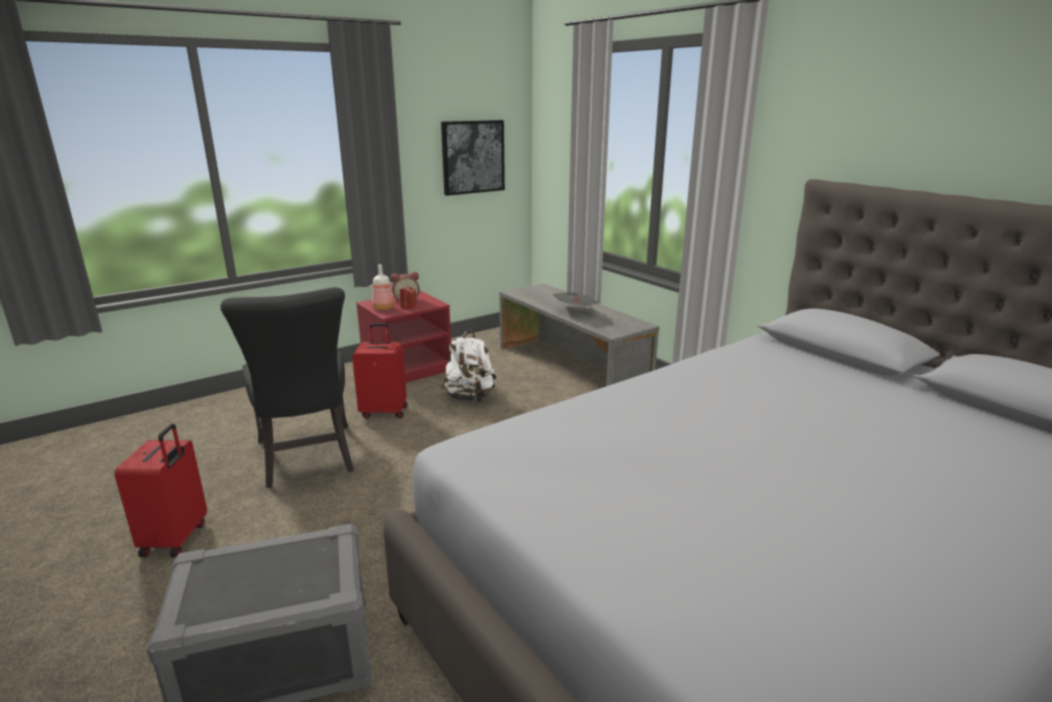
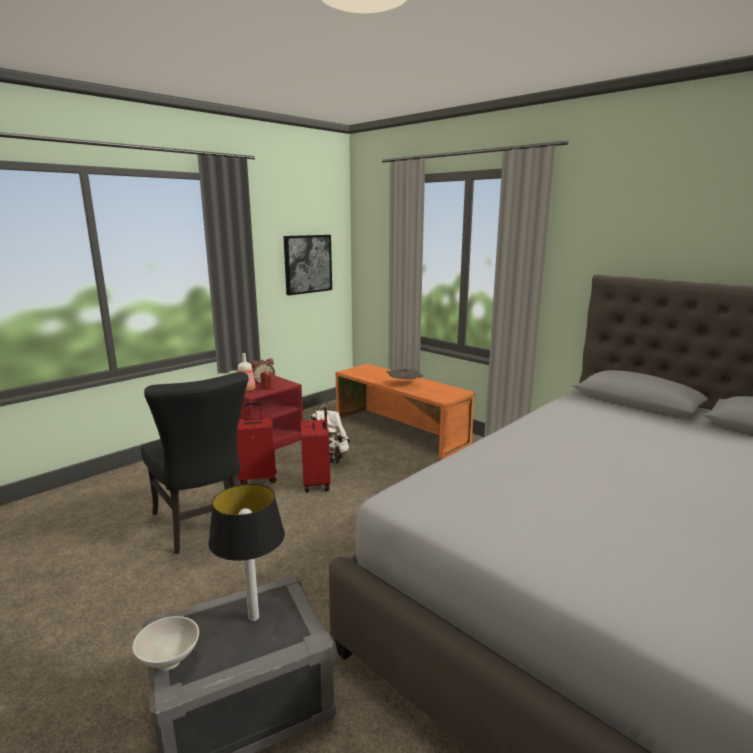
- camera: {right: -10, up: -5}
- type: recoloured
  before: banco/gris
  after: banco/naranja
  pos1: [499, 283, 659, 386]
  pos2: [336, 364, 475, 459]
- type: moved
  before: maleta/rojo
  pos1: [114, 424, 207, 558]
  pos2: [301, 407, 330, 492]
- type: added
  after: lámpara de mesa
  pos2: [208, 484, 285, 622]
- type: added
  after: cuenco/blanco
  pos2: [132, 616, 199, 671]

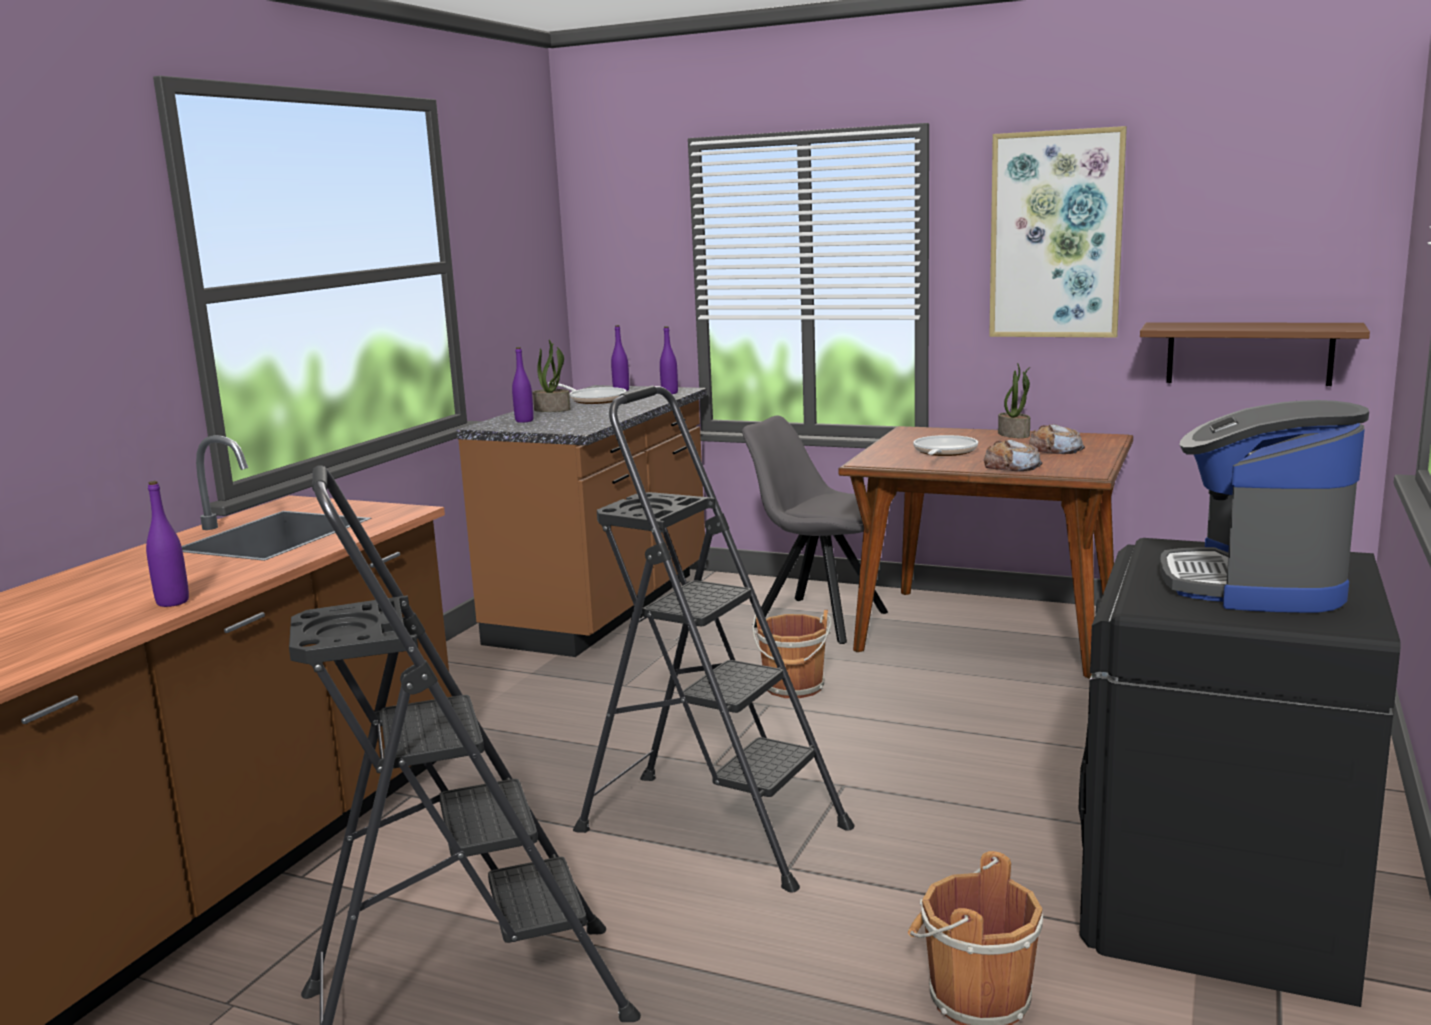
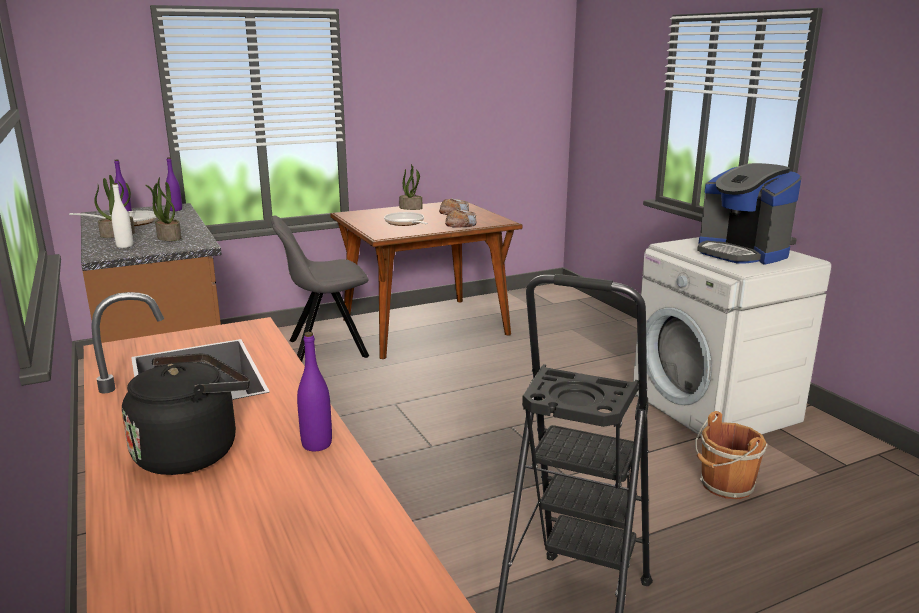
- camera: {right: -50, up: 5}
- type: removed
  before: cuadro
  pos1: [989, 126, 1127, 338]
- type: removed
  before: estante/marrón
  pos1: [1140, 322, 1370, 386]
- type: recoloured
  before: botella/morado
  after: botella/blanco
  pos1: [512, 347, 534, 423]
  pos2: [112, 183, 133, 248]
- type: removed
  before: escalera de tijera
  pos1: [573, 386, 855, 893]
- type: recoloured
  before: lavadora/negro
  after: lavadora/blanco
  pos1: [1079, 538, 1400, 1007]
  pos2: [633, 237, 831, 436]
- type: removed
  before: cubo/marrón
  pos1: [752, 610, 832, 698]
- type: added
  after: planta en maceta
  pos2: [146, 177, 182, 241]
- type: added
  after: hervidor/negro
  pos2: [122, 353, 250, 475]

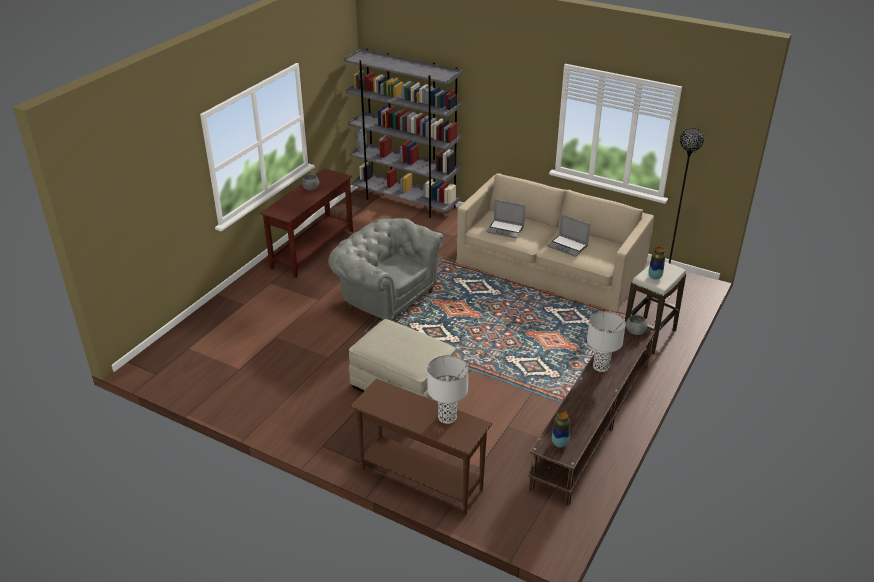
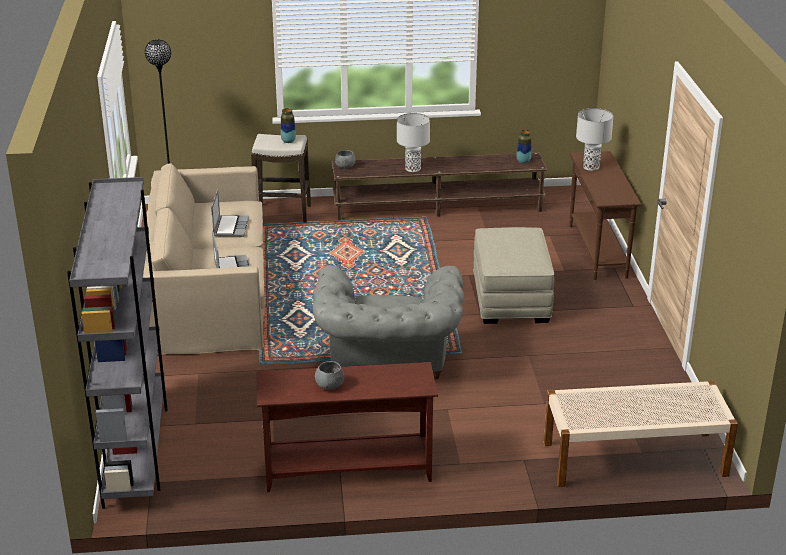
- camera: {right: -125, up: -5}
- type: added
  after: banco/beis
  pos2: [544, 381, 738, 487]

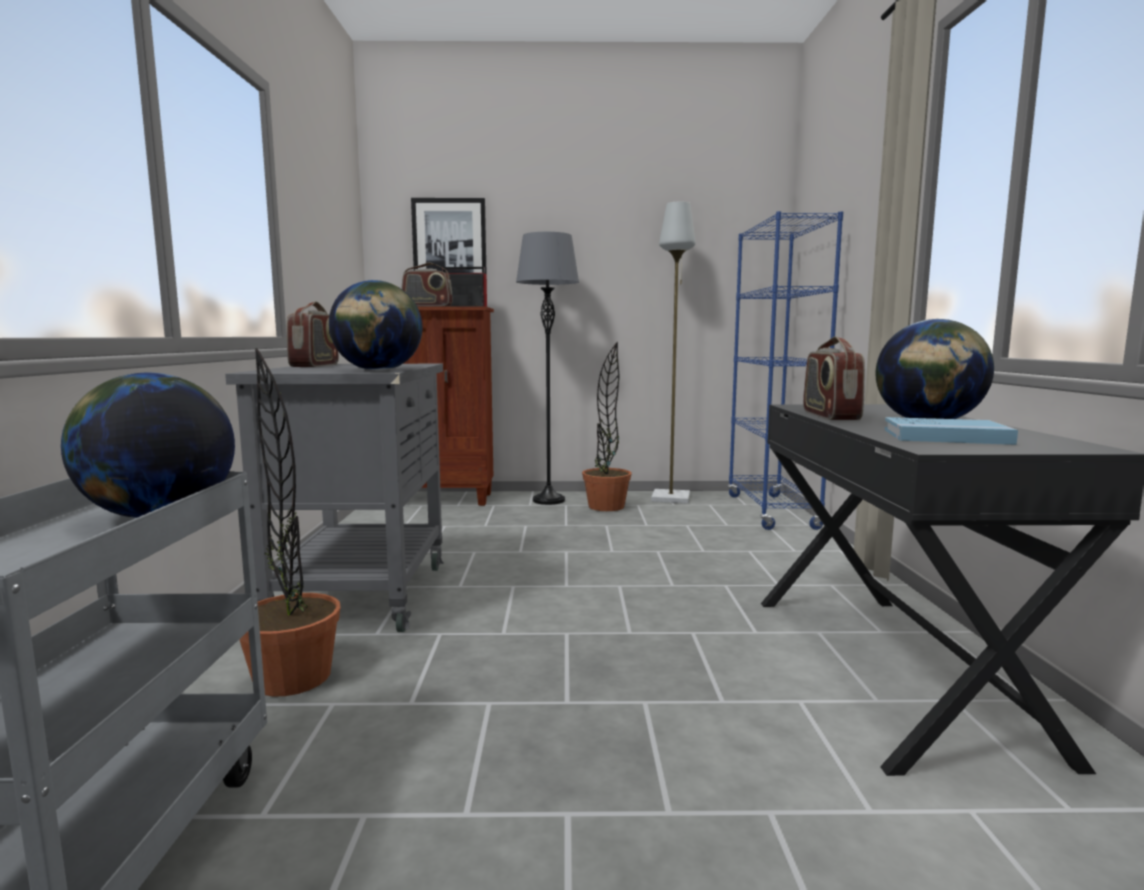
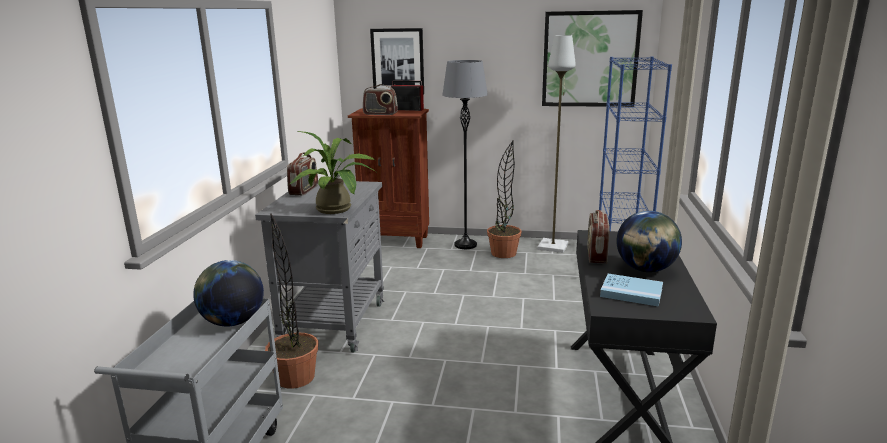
- camera: {right: 10, up: 10}
- type: replaced
  before: globo terráqueo
  after: planta en maceta
  pos1: [329, 280, 422, 371]
  pos2: [288, 131, 376, 214]
- type: added
  after: cuadro
  pos2: [542, 10, 643, 107]

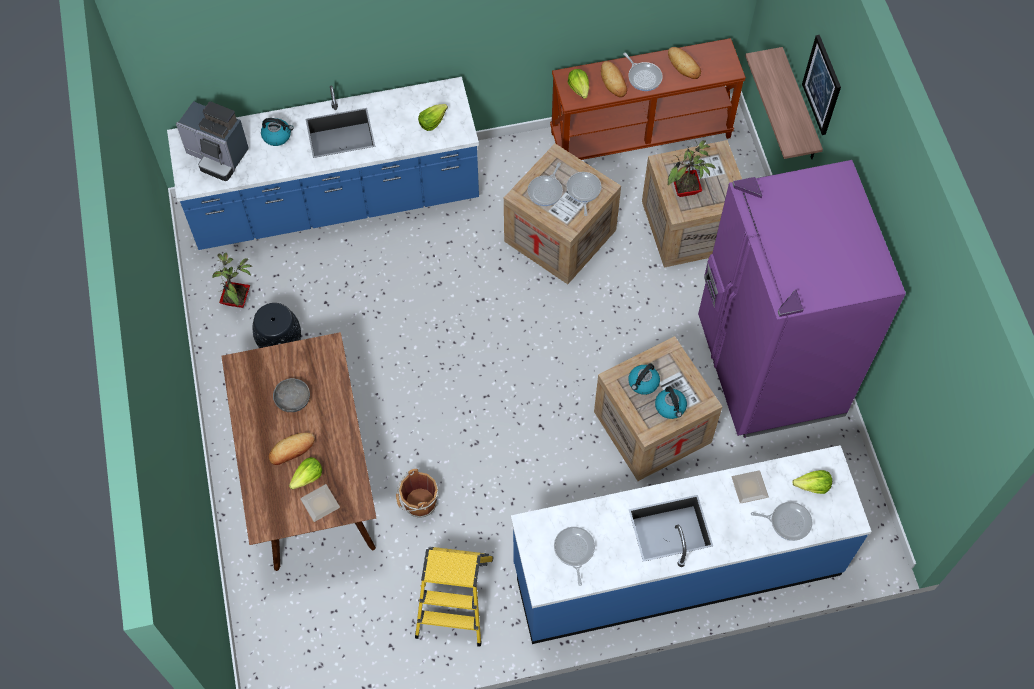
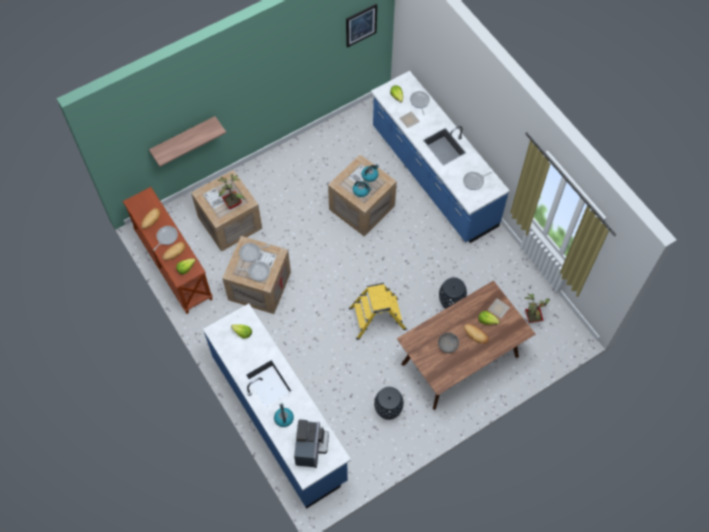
- camera: {right: -110, up: 0}
- type: moved
  before: cuadro
  pos1: [802, 35, 841, 135]
  pos2: [346, 4, 377, 48]
- type: removed
  before: nevera/morado
  pos1: [698, 160, 906, 438]
- type: moved
  before: planta en maceta
  pos1: [212, 253, 253, 308]
  pos2: [524, 294, 550, 323]
- type: replaced
  before: cubo/marrón
  after: taburete/negro
  pos1: [396, 469, 439, 518]
  pos2: [439, 277, 467, 309]
- type: moved
  before: escalera de tijera/amarillo
  pos1: [415, 547, 493, 647]
  pos2: [349, 283, 407, 340]

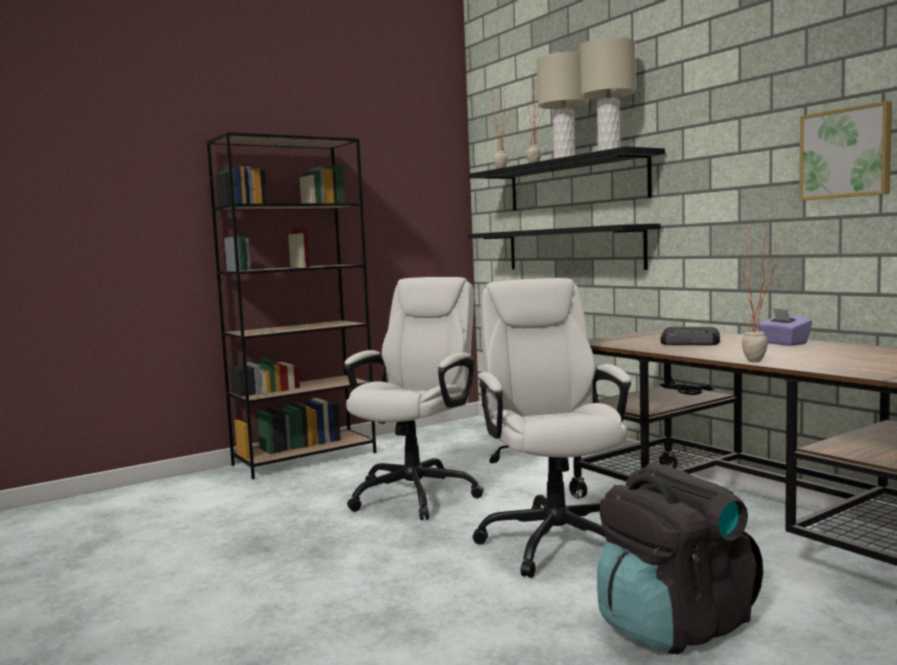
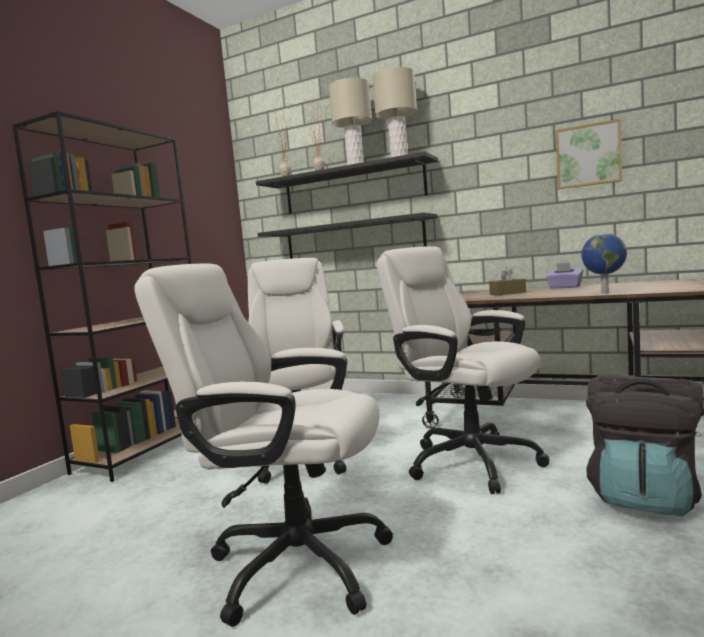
- camera: {right: -30, up: 0}
- type: replaced
  before: planta en maceta
  after: globo terráqueo
  pos1: [742, 212, 783, 362]
  pos2: [581, 233, 627, 294]
- type: replaced
  before: radio
  after: caja de pañuelos/marrón
  pos1: [660, 327, 721, 345]
  pos2: [489, 267, 526, 296]
- type: added
  after: silla de oficina/blanco
  pos2: [134, 263, 393, 627]

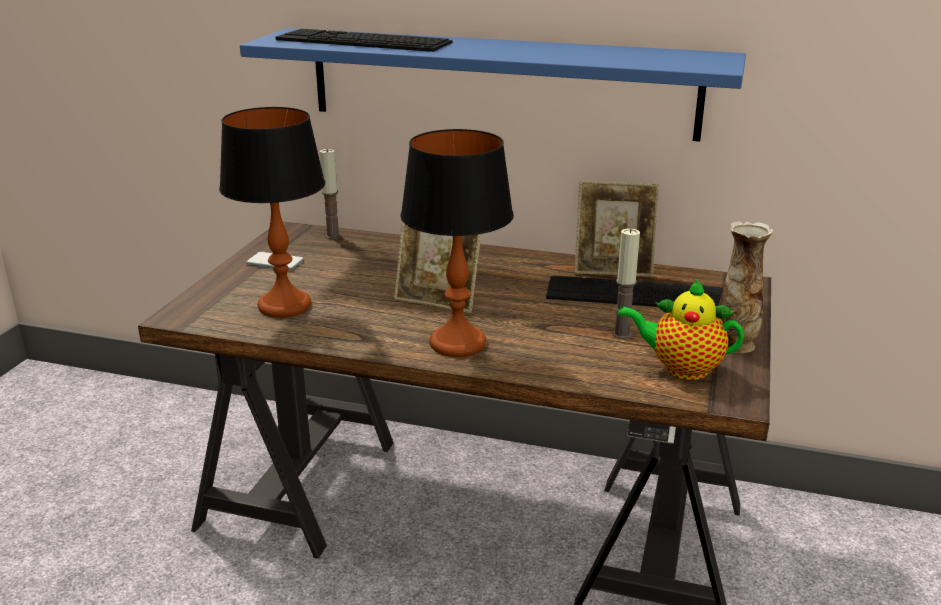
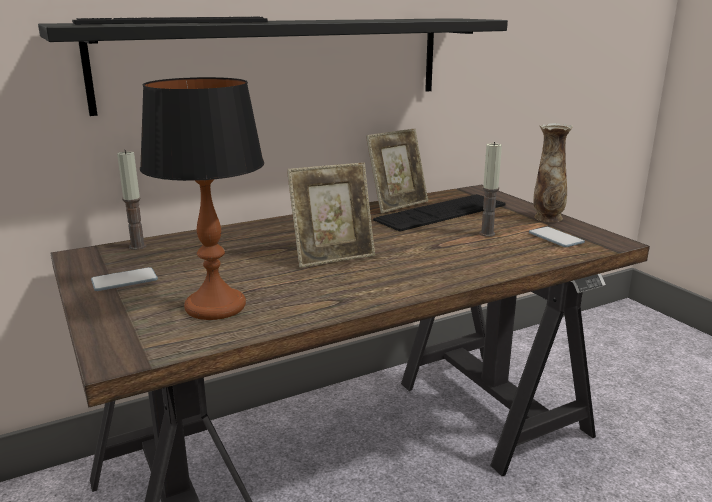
- camera: {right: -45, up: -5}
- type: recoloured
  before: estante/azul
  after: estante/negro
  pos1: [240, 28, 746, 142]
  pos2: [38, 18, 508, 116]
- type: removed
  before: lámpara de mesa
  pos1: [400, 129, 514, 357]
- type: replaced
  before: tetera
  after: móvil
  pos1: [618, 279, 744, 380]
  pos2: [529, 227, 585, 247]

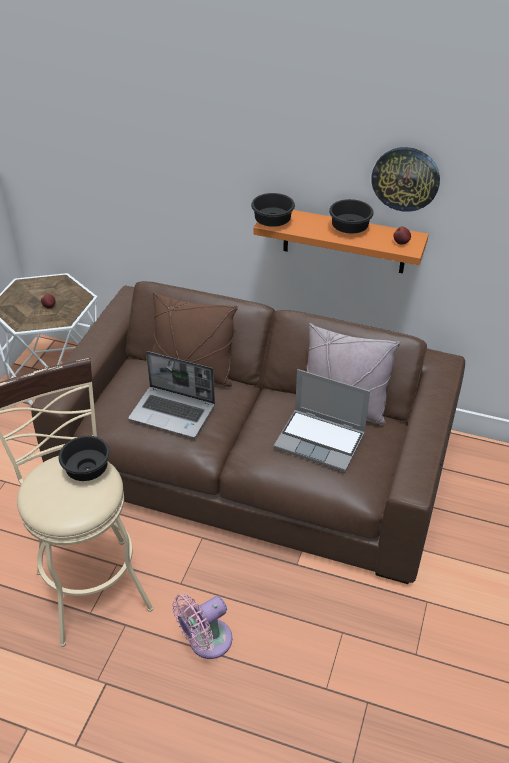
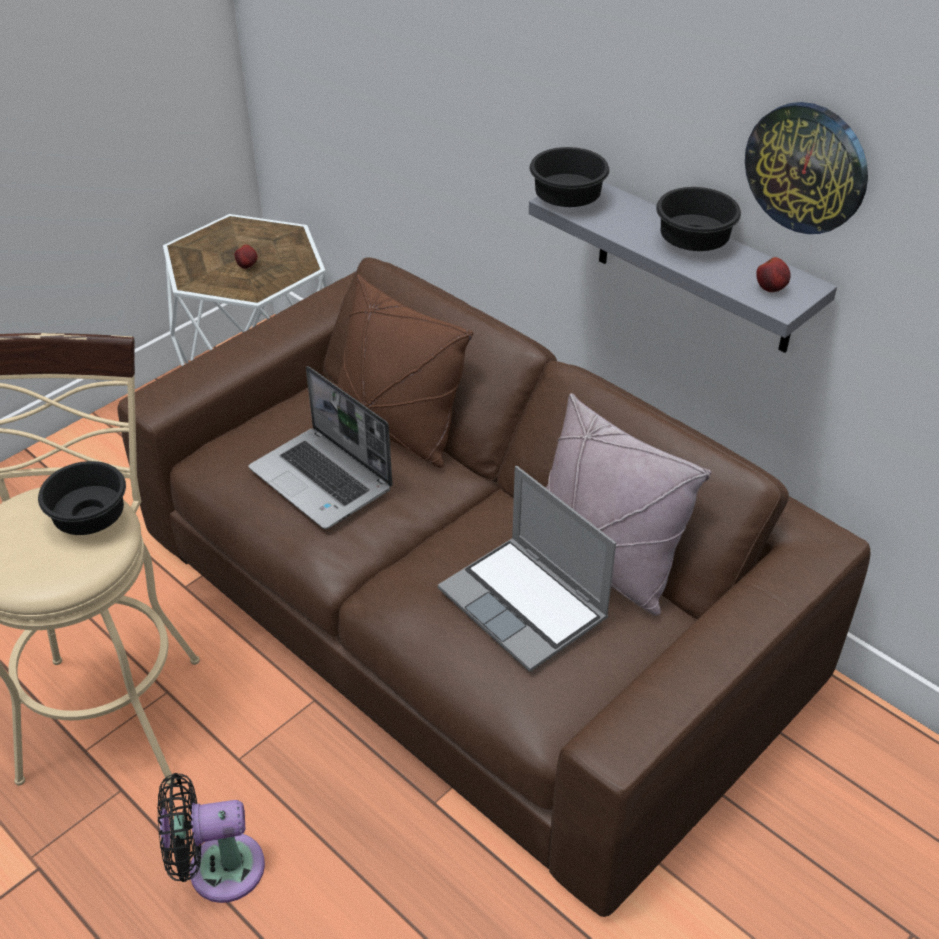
- camera: {right: 25, up: 0}
- type: recoloured
  before: estante/naranja
  after: estante/gris
  pos1: [253, 210, 429, 274]
  pos2: [529, 182, 837, 353]
- type: recoloured
  before: ventilador/rosa
  after: ventilador/negro
  pos1: [172, 594, 232, 659]
  pos2: [158, 773, 265, 903]

